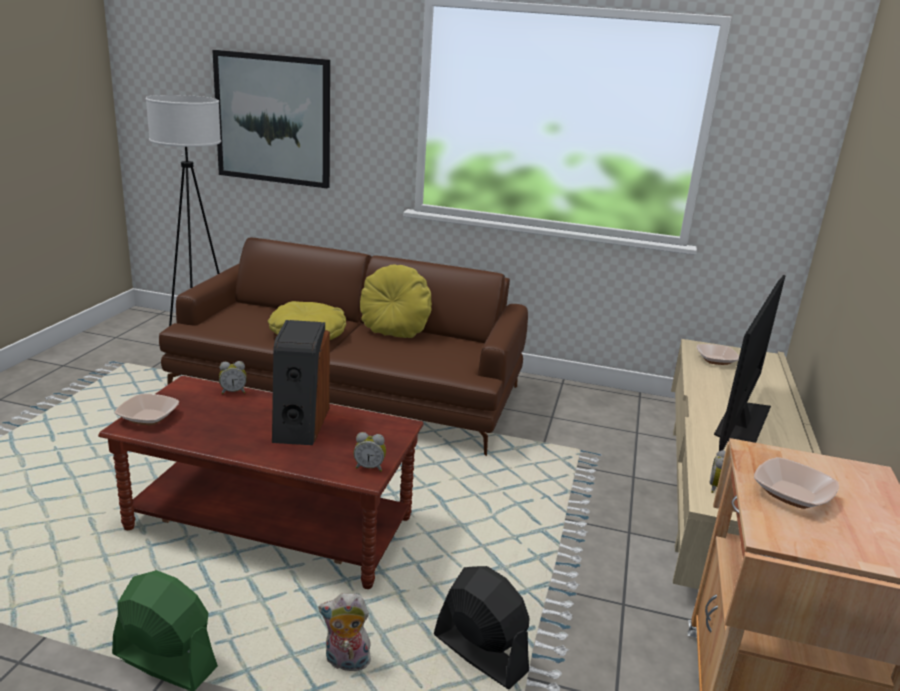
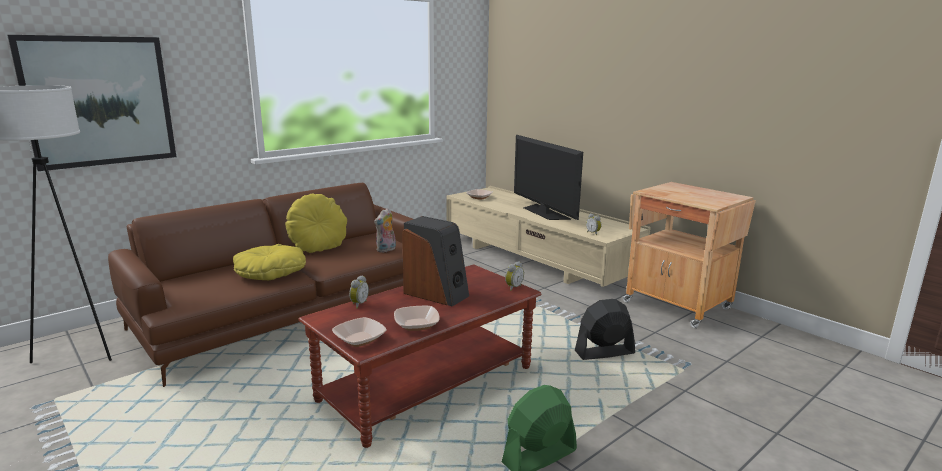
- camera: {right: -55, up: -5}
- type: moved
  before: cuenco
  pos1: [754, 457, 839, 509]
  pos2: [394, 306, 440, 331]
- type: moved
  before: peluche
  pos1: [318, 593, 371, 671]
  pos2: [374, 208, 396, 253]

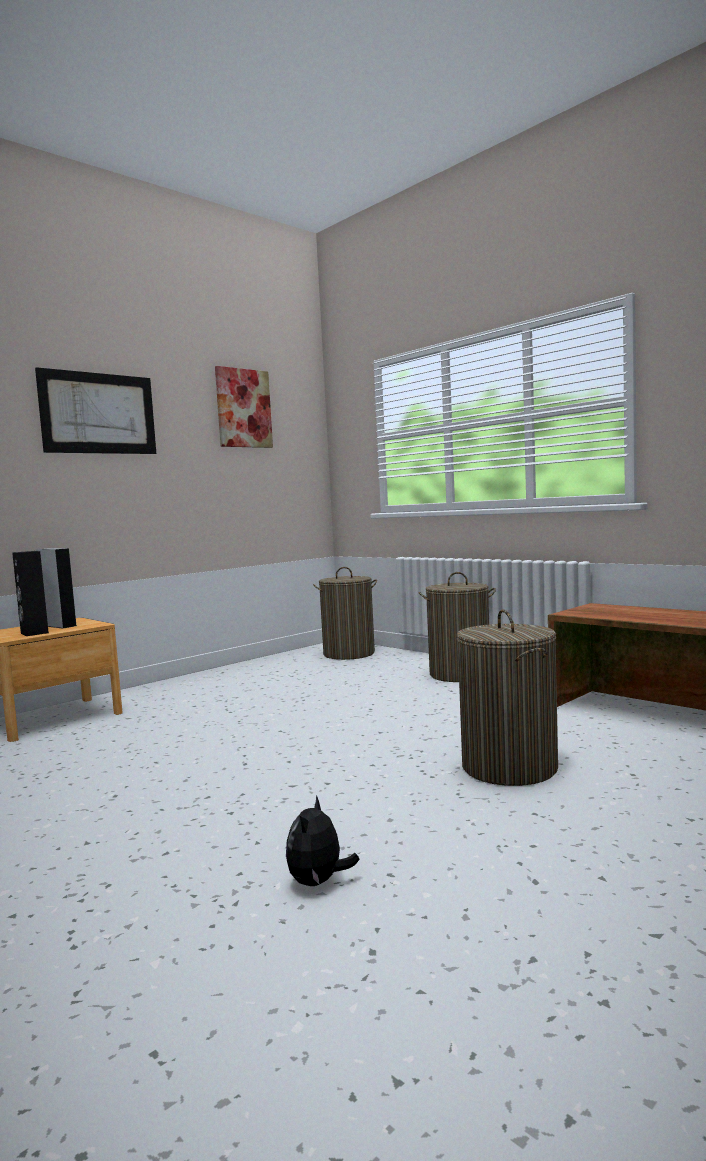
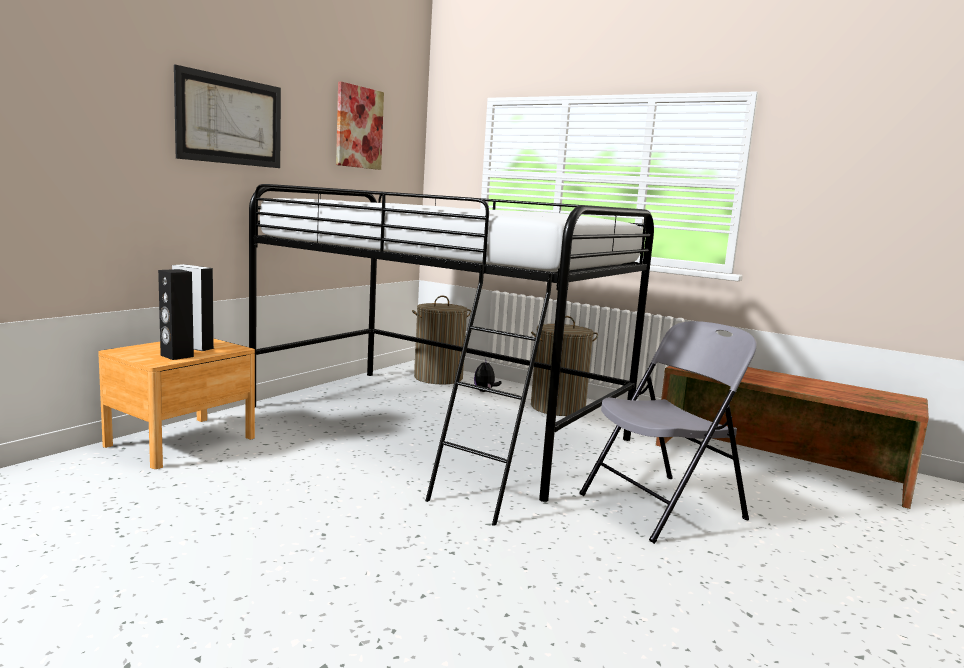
- camera: {right: -15, up: 5}
- type: replaced
  before: cesto de la ropa
  after: silla/gris
  pos1: [457, 609, 558, 786]
  pos2: [579, 321, 757, 544]
- type: moved
  before: peluche
  pos1: [286, 795, 360, 886]
  pos2: [474, 358, 501, 392]
- type: added
  after: cama/negro
  pos2: [249, 184, 654, 526]

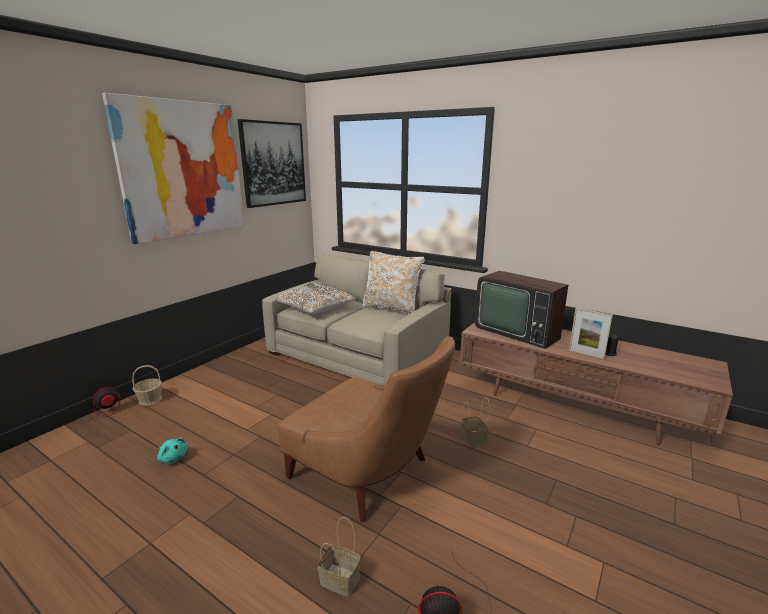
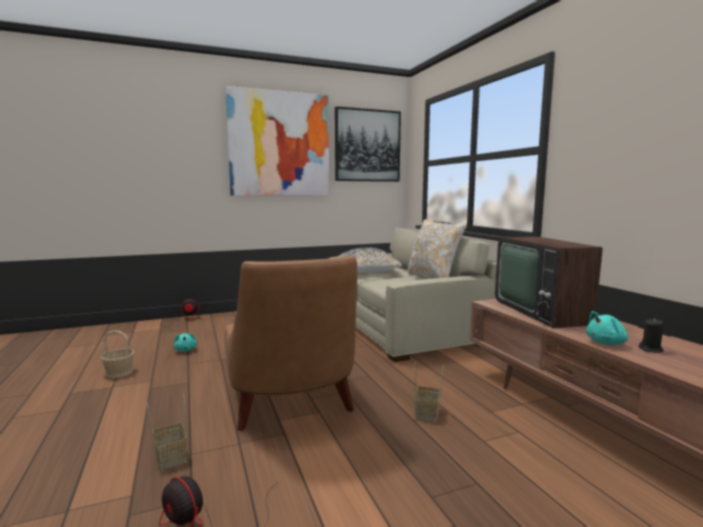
- camera: {right: 35, up: -10}
- type: replaced
  before: portarretratos
  after: peluche/turquesa
  pos1: [569, 308, 613, 359]
  pos2: [586, 311, 628, 345]
- type: moved
  before: cesta
  pos1: [132, 365, 162, 406]
  pos2: [101, 330, 134, 378]

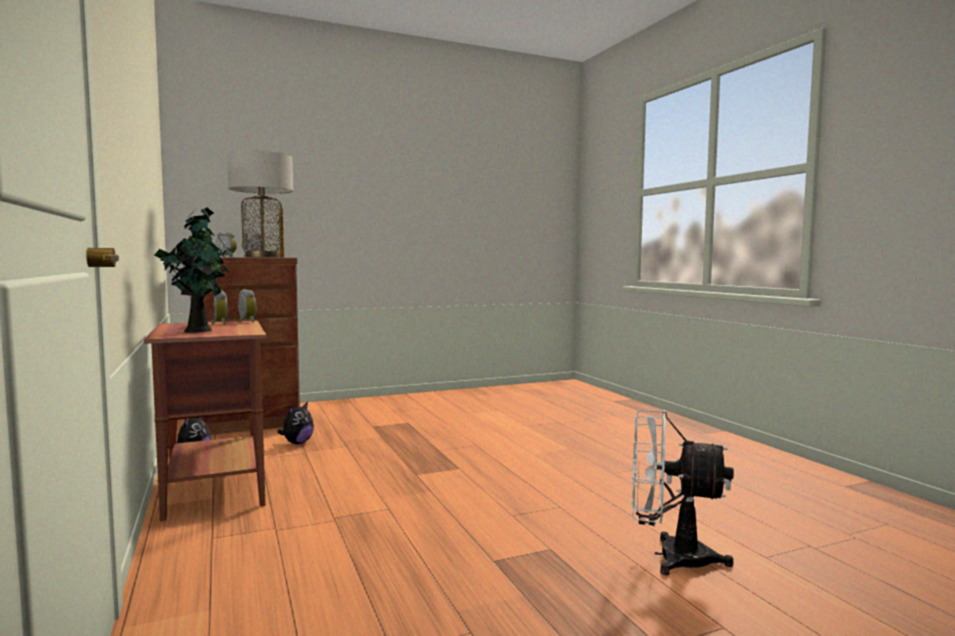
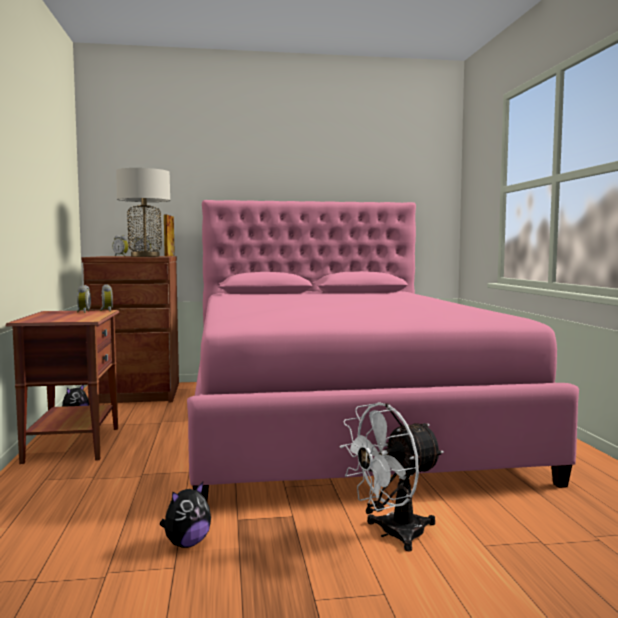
- camera: {right: 15, up: 0}
- type: removed
  before: planta en maceta
  pos1: [154, 208, 233, 333]
- type: moved
  before: peluche
  pos1: [277, 402, 314, 444]
  pos2: [160, 482, 211, 548]
- type: turned
  before: ventilador/blanco
  pos1: [632, 410, 734, 575]
  pos2: [340, 402, 444, 552]
  turn: -60
- type: added
  after: cama/rosa
  pos2: [187, 200, 579, 501]

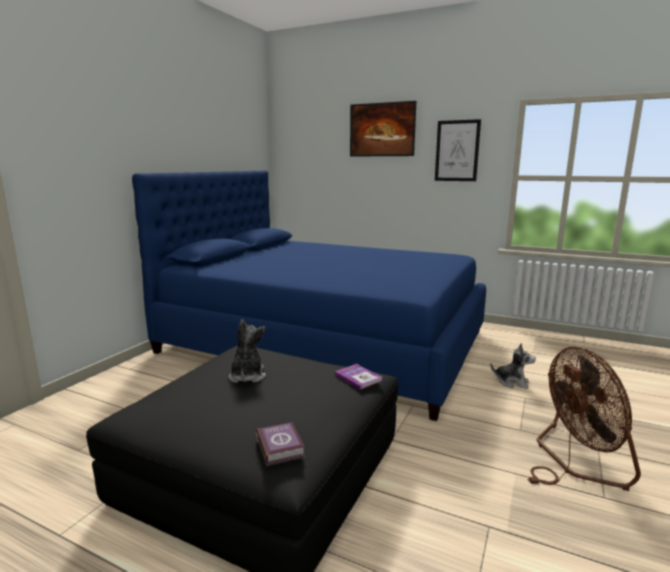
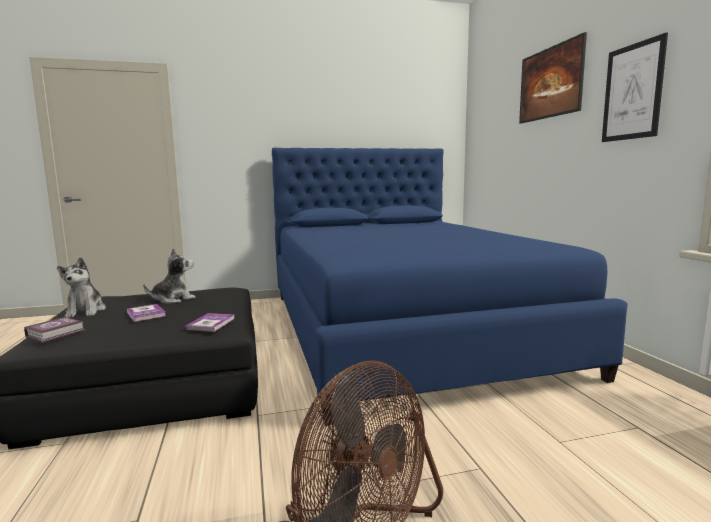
- camera: {right: 50, up: -5}
- type: moved
  before: peluche
  pos1: [490, 343, 536, 389]
  pos2: [57, 257, 106, 318]
- type: added
  after: libro
  pos2: [127, 304, 167, 322]

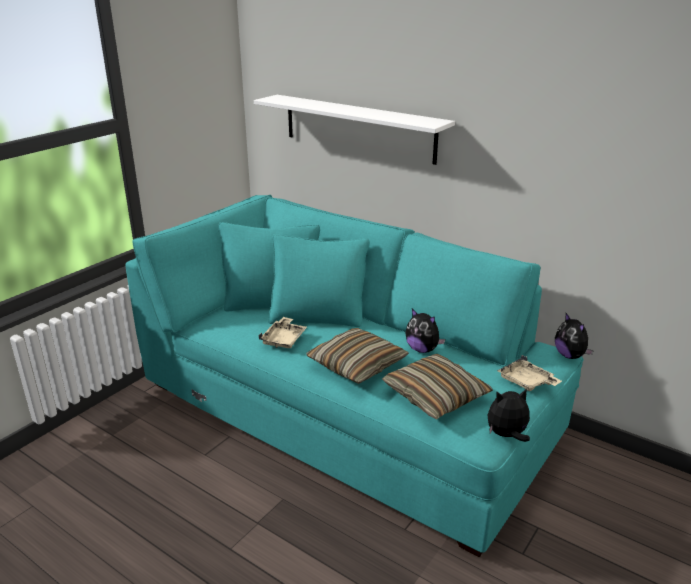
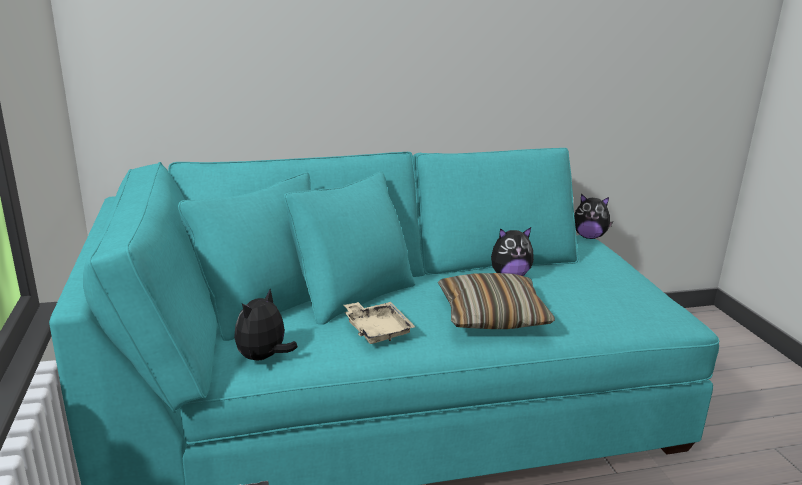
- camera: {right: -50, up: -5}
- type: removed
  before: estante/blanco
  pos1: [254, 95, 455, 165]
- type: removed
  before: cojín
  pos1: [382, 354, 493, 420]
- type: removed
  before: bandeja/beis
  pos1: [497, 355, 562, 391]
- type: moved
  before: peluche
  pos1: [487, 388, 530, 442]
  pos2: [234, 289, 298, 360]

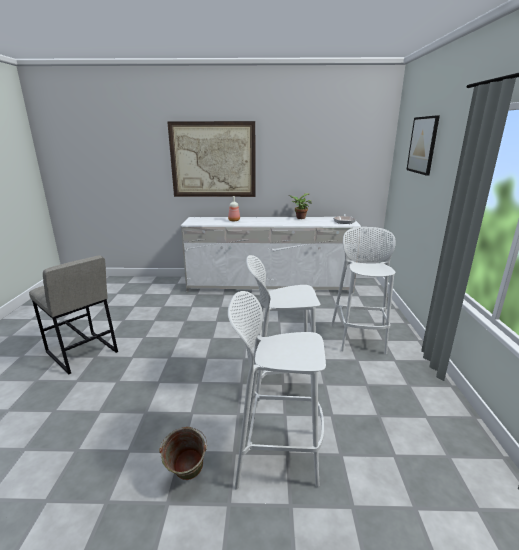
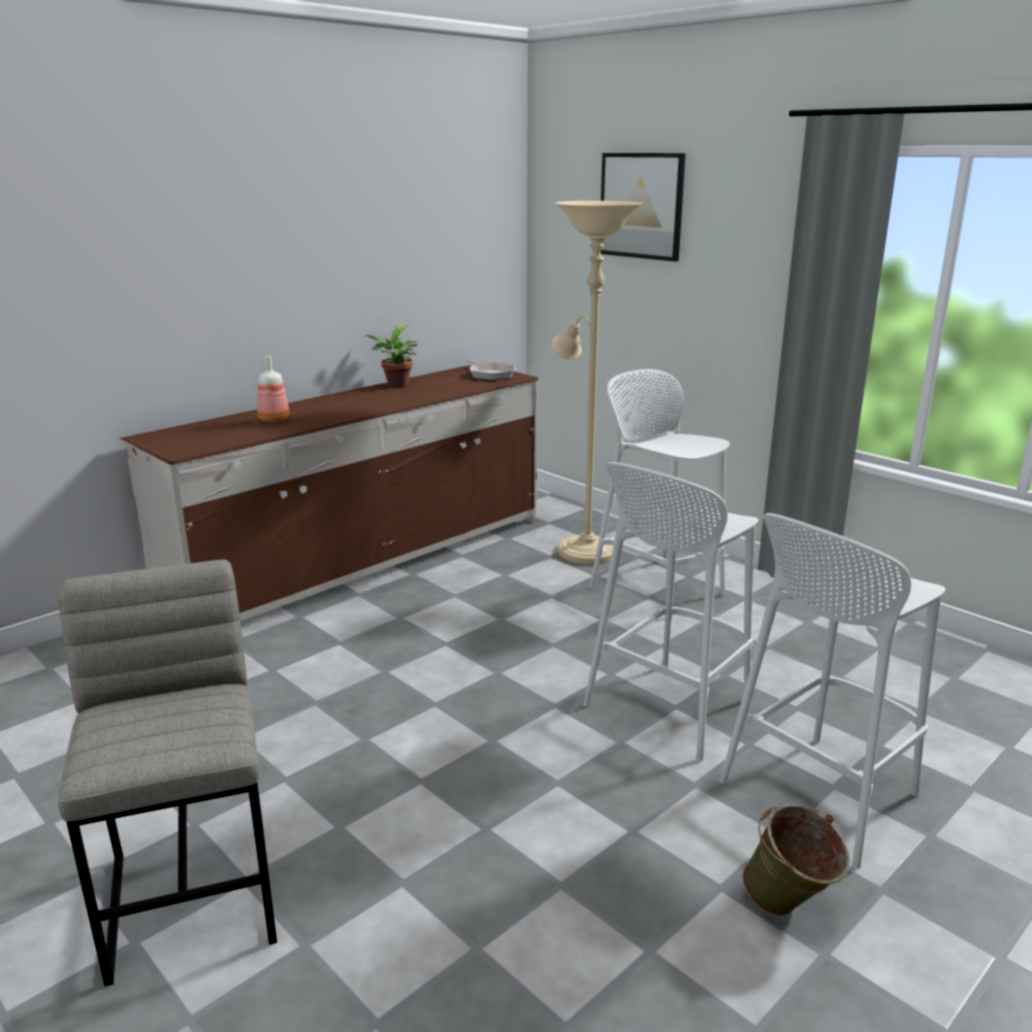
- camera: {right: -45, up: 0}
- type: removed
  before: cuadro
  pos1: [167, 121, 256, 197]
- type: recoloured
  before: armario/blanco
  after: armario/marrón
  pos1: [181, 217, 361, 293]
  pos2: [120, 364, 538, 621]
- type: turned
  before: silla/gris
  pos1: [29, 255, 118, 374]
  pos2: [58, 560, 277, 986]
  turn: -105
- type: added
  after: lámpara de pie/beis
  pos2: [551, 201, 642, 564]

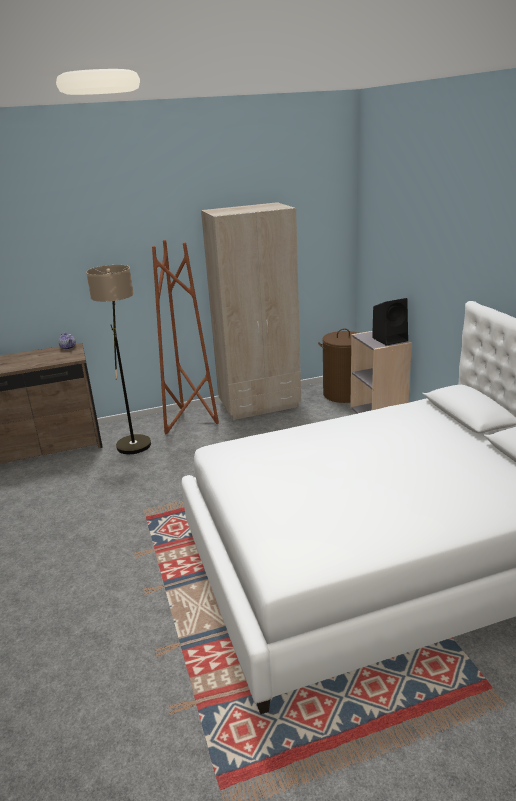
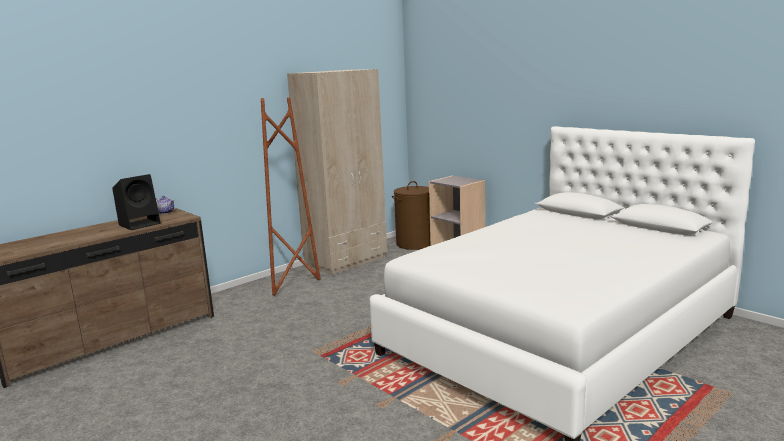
- camera: {right: -25, up: -10}
- type: removed
  before: lámpara de pie
  pos1: [86, 265, 151, 454]
- type: moved
  before: altavoz/negro
  pos1: [372, 298, 408, 346]
  pos2: [112, 174, 161, 230]

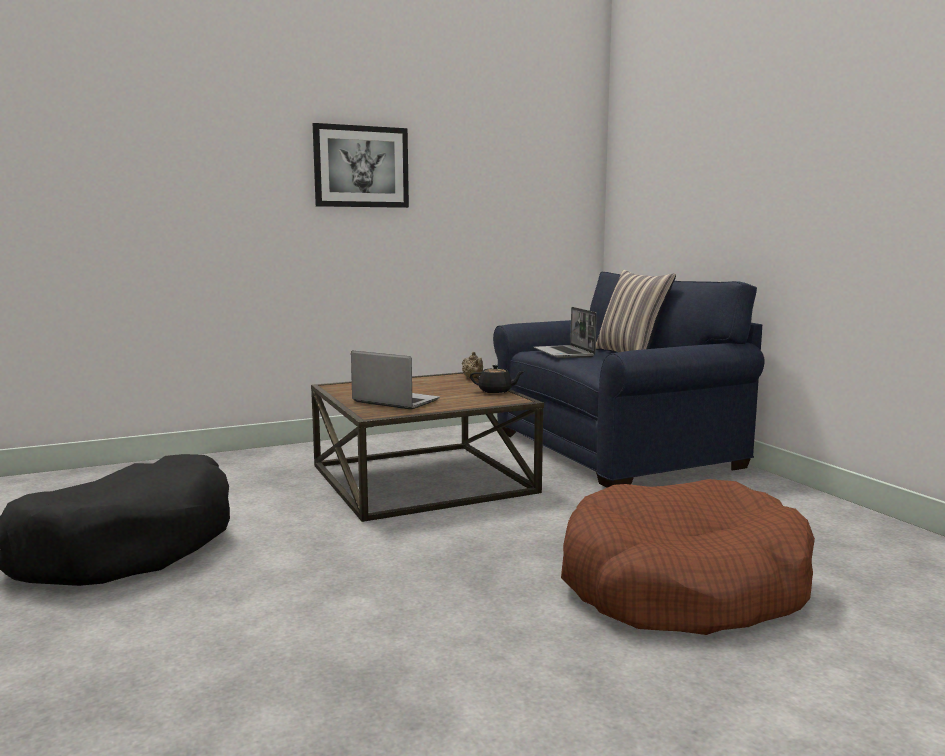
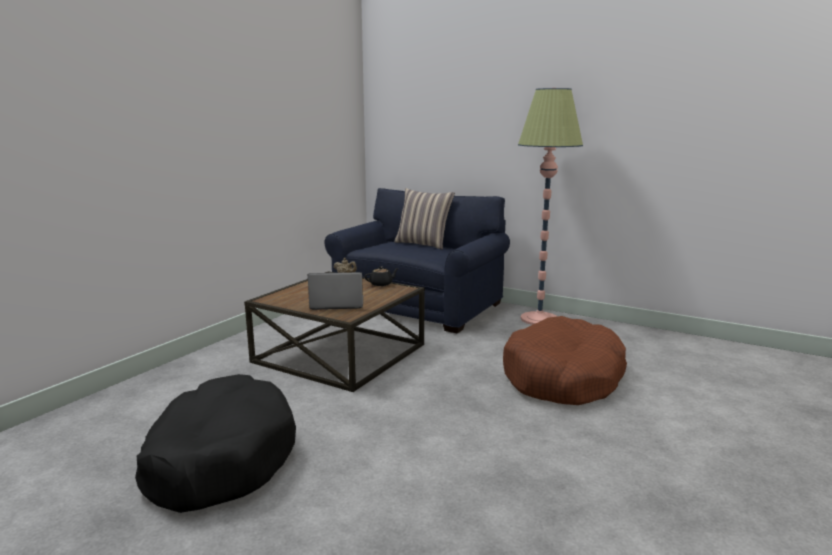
- camera: {right: -35, up: 5}
- type: removed
  before: cuadro
  pos1: [313, 123, 409, 208]
- type: removed
  before: portátil
  pos1: [533, 307, 597, 358]
- type: added
  after: lámpara de pie
  pos2: [518, 88, 583, 325]

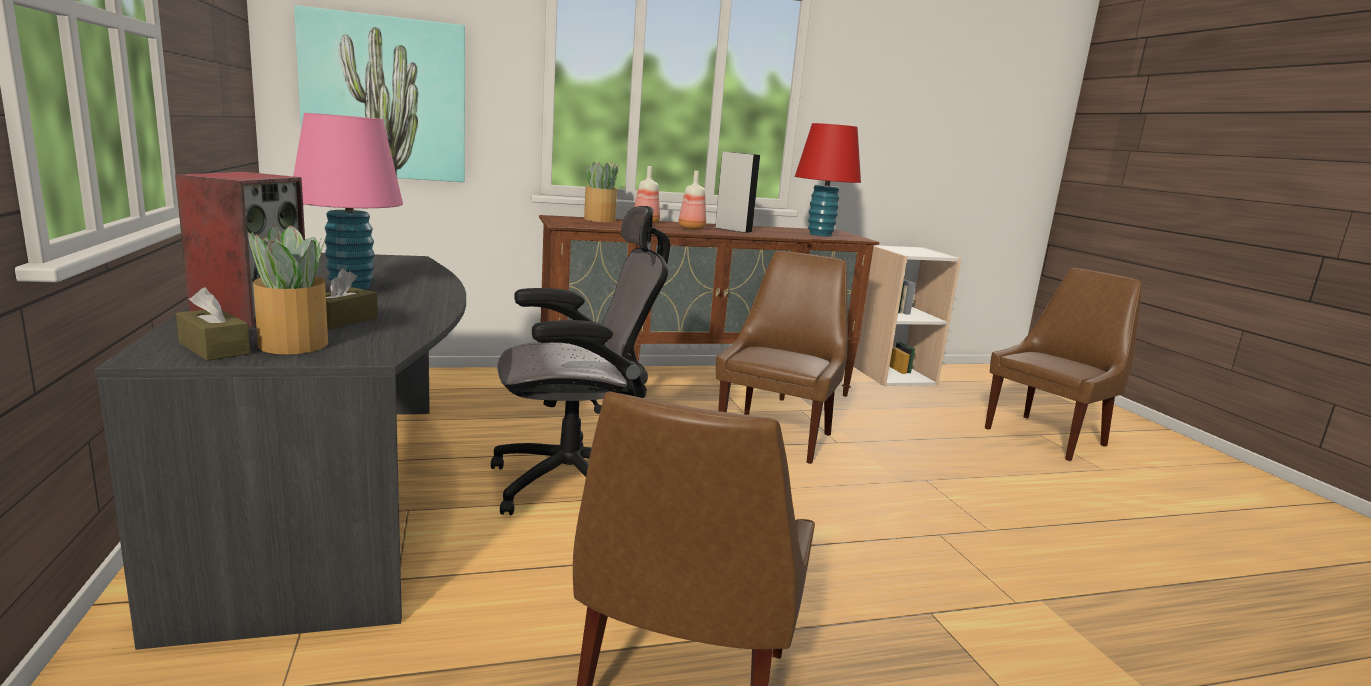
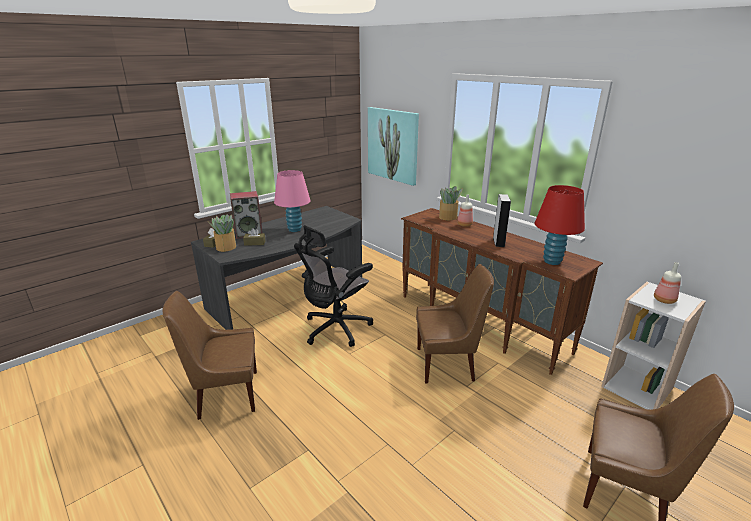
- camera: {right: 65, up: 10}
- type: moved
  before: botella
  pos1: [678, 171, 706, 230]
  pos2: [654, 262, 681, 304]
- type: turned
  before: silla de oficina
  pos1: [491, 206, 670, 515]
  pos2: [294, 225, 373, 347]
  turn: 90

